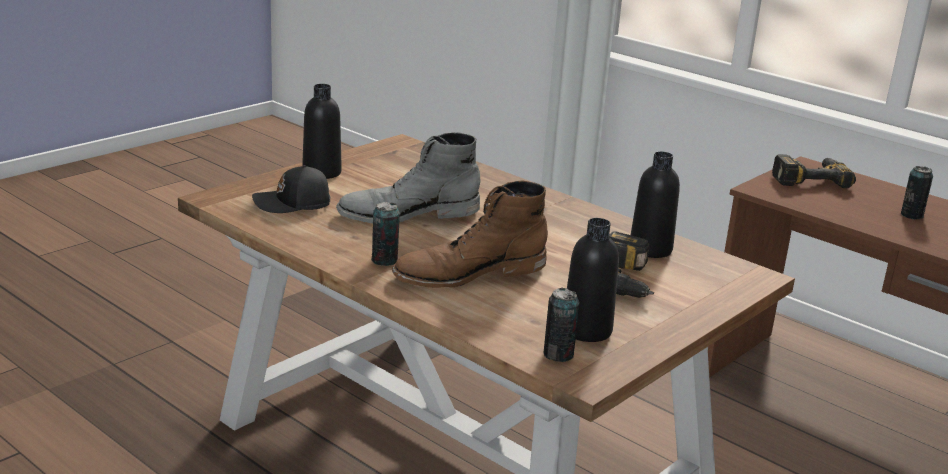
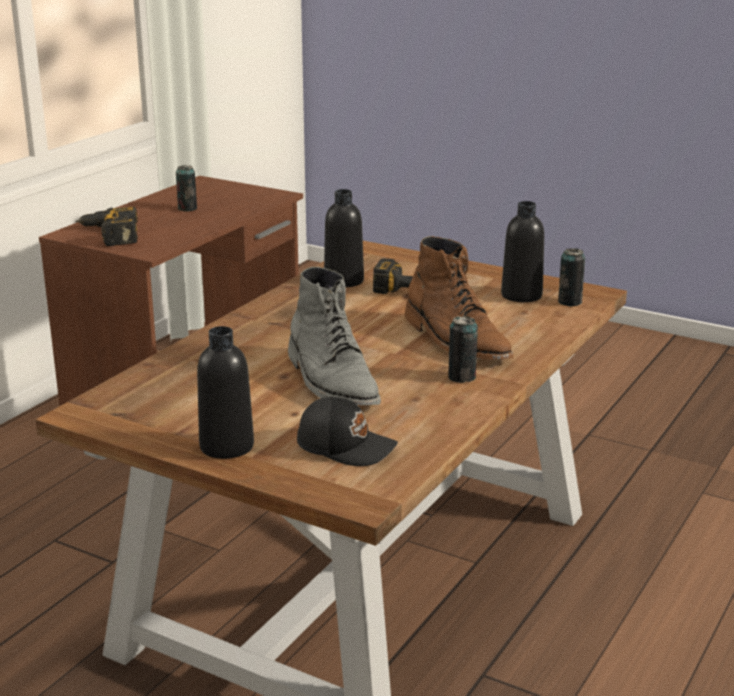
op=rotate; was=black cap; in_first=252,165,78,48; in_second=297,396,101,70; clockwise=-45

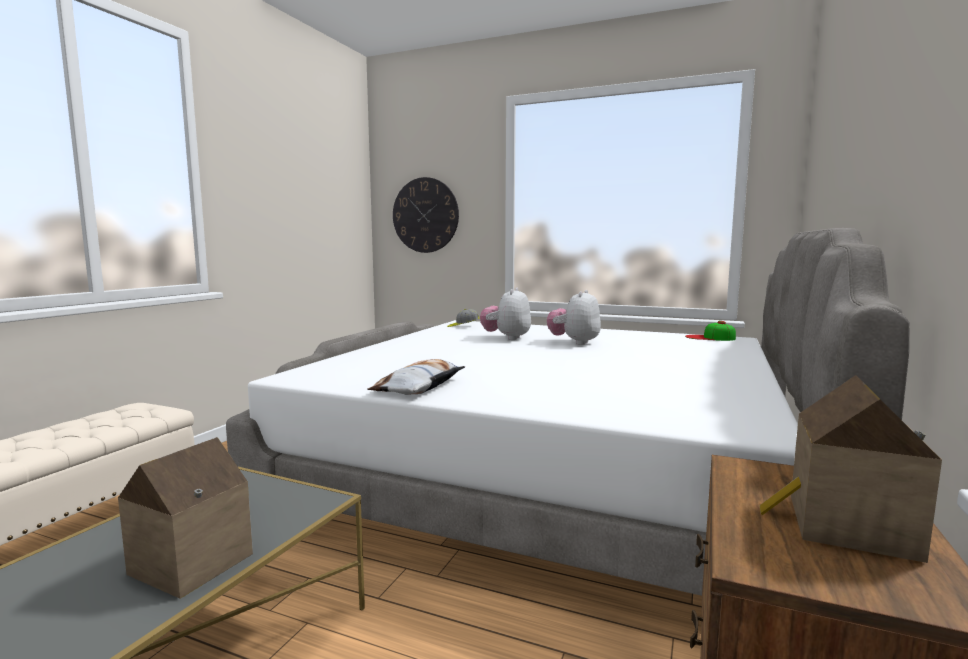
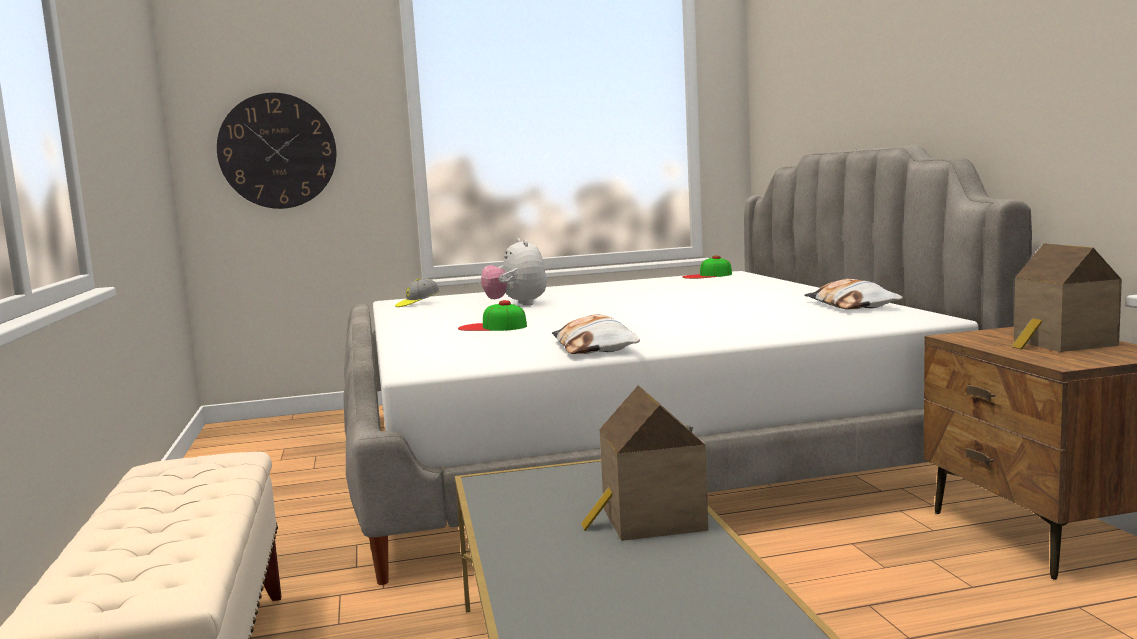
op=delete; was=plush toy; in_first=547,290,54,55
op=insert; now=cap; in_second=458,300,69,31
op=insert; now=pillow; in_second=804,279,99,31

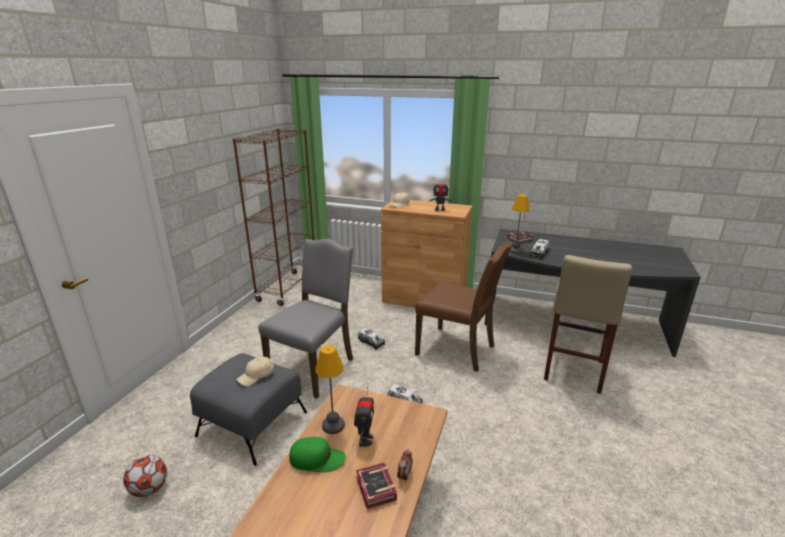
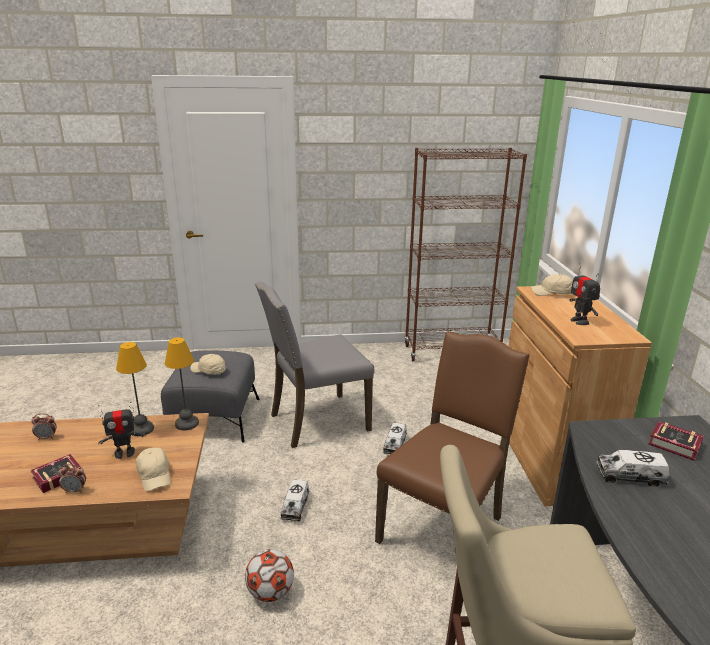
op=delete; was=green cap; in_first=290,437,56,35
op=insert; now=alarm clock; in_second=32,413,25,27
op=insert; now=beige cap; in_second=136,448,35,43
op=move; was=football; in_first=123,455,44,42; in_second=245,549,49,53
op=move; was=table lamp; in_first=510,194,20,60; in_second=165,337,34,94
op=rotate; was=grey chair; in_first=258,239,95,160; in_second=255,281,120,167; clockwise=150
op=rotate; was=brown chair; in_first=415,241,98,131; in_second=375,331,155,213; clockwise=-150

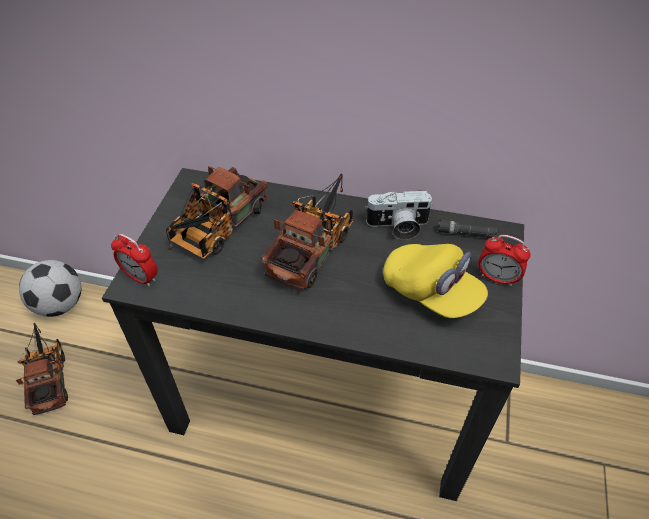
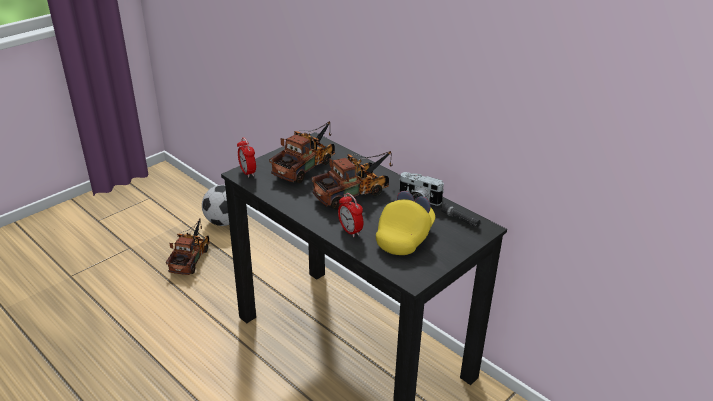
op=move; was=alarm clock; in_first=478,235,52,51; in_second=338,193,26,44
op=rotate; was=toy truck; in_first=166,166,102,92; in_second=269,121,66,62; clockwise=150
op=rotate; was=yellow cap; in_first=383,244,105,74; in_second=376,191,59,64; clockwise=-135

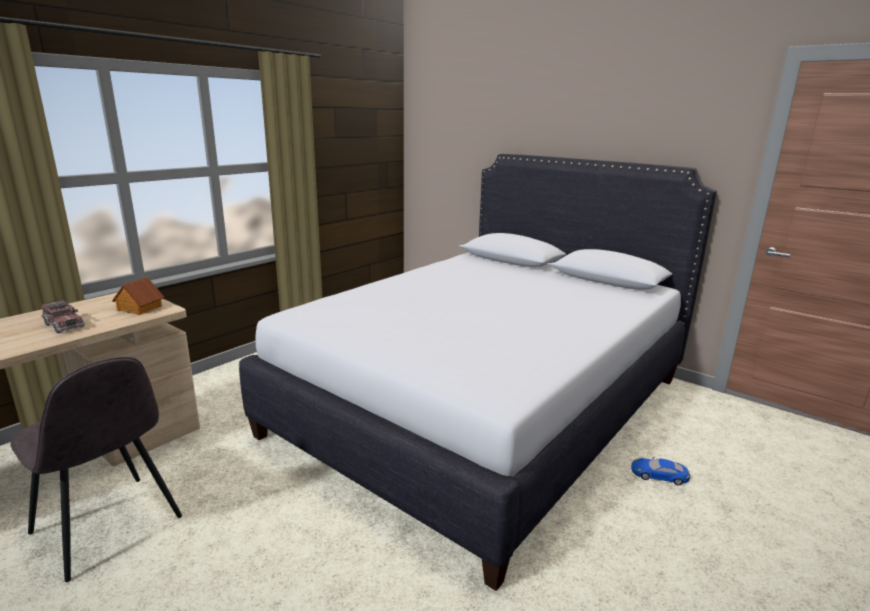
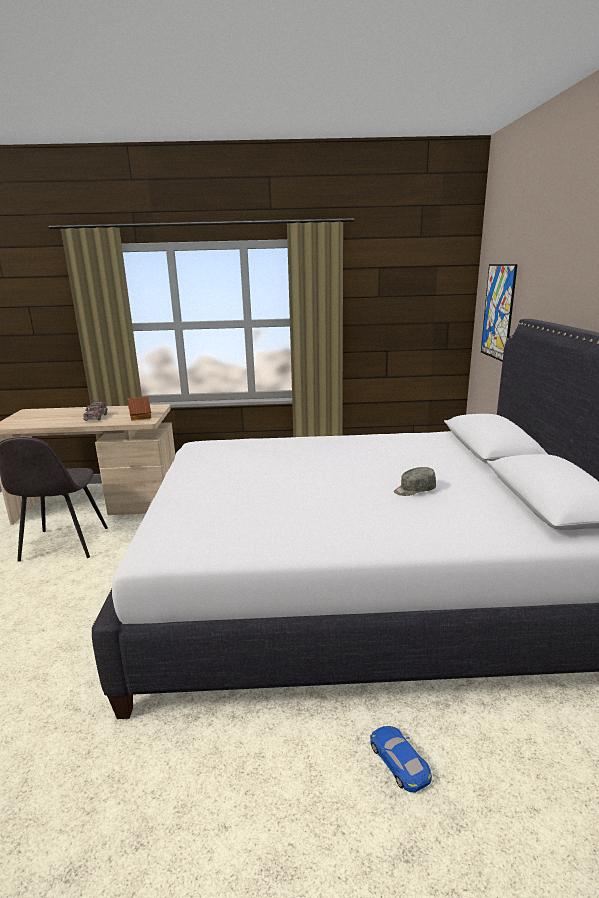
op=insert; now=grey cap; in_second=394,467,42,29
op=insert; now=picture; in_second=481,264,37,98

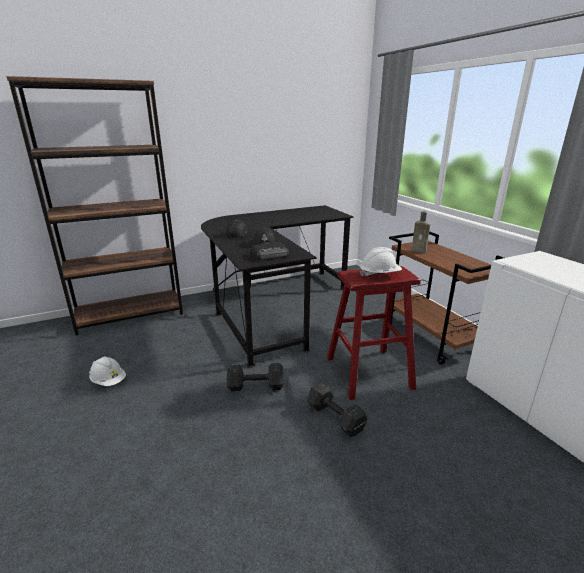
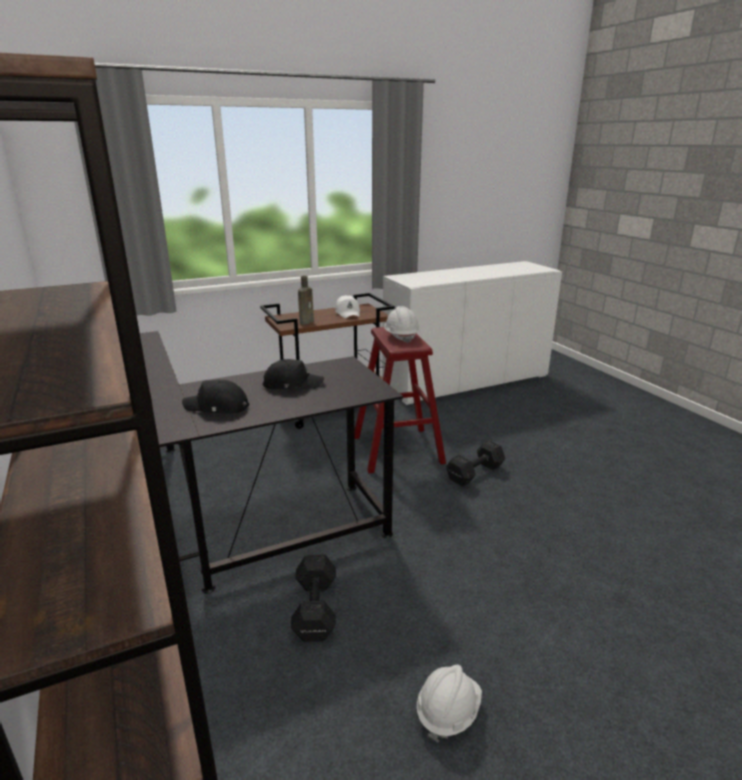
op=delete; was=radio; in_first=250,242,39,18
op=insert; now=white cap; in_second=335,295,25,23
op=move; was=black dumbbell; in_first=227,363,57,29; in_second=290,554,46,88

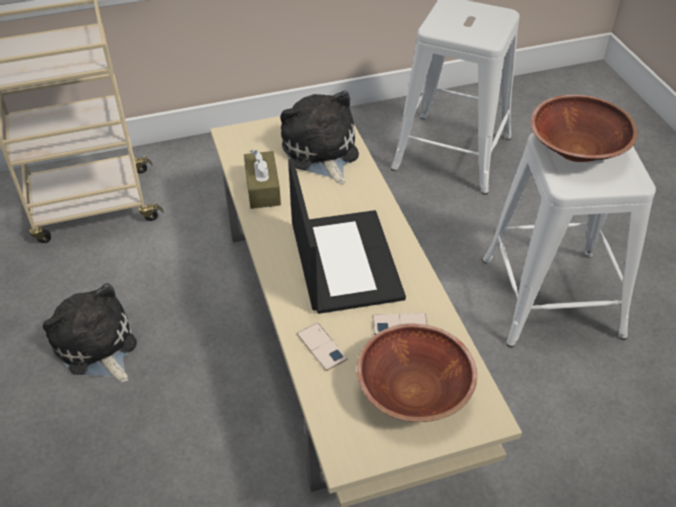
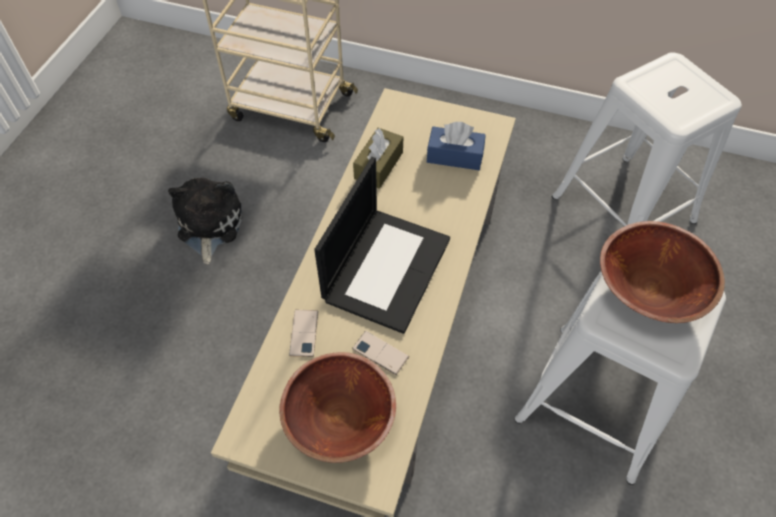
op=replace; was=plush toy; now=blue tissue box; in_first=280,91,79,93; in_second=427,122,59,48

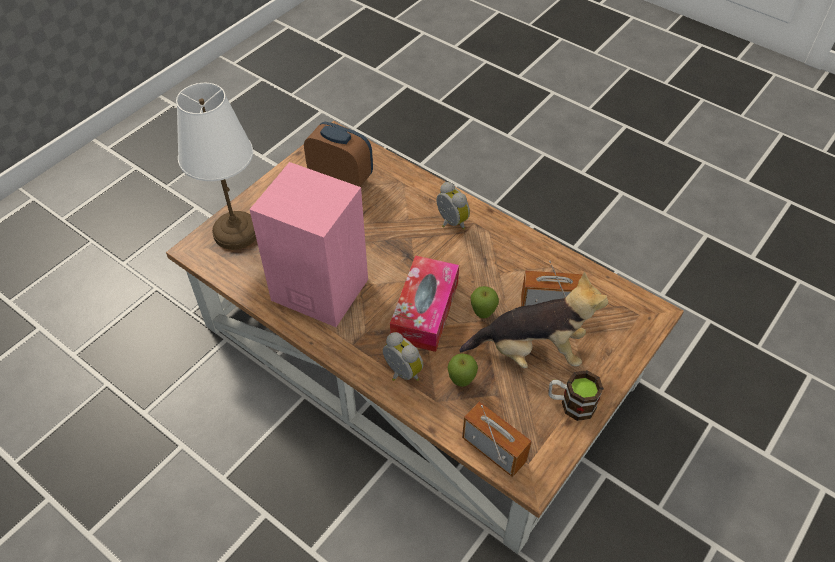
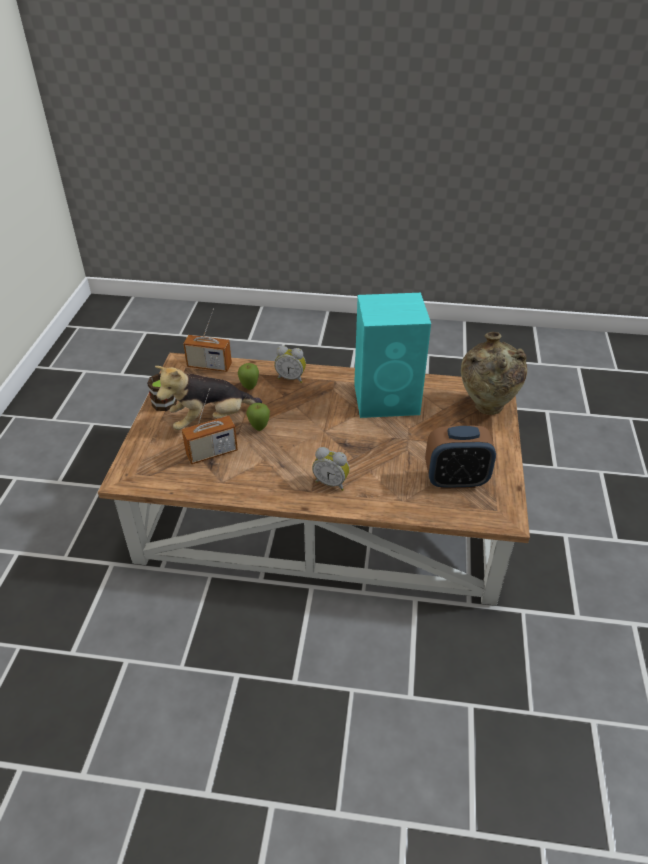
op=delete; was=tissue box; in_first=390,255,69,97
op=replace; was=white table lamp; now=beige vase; in_first=176,83,80,167; in_second=461,332,66,83
op=recolor; was=pink speaker; now=turquoise speaker; in_first=249,162,119,165; in_second=354,293,77,125

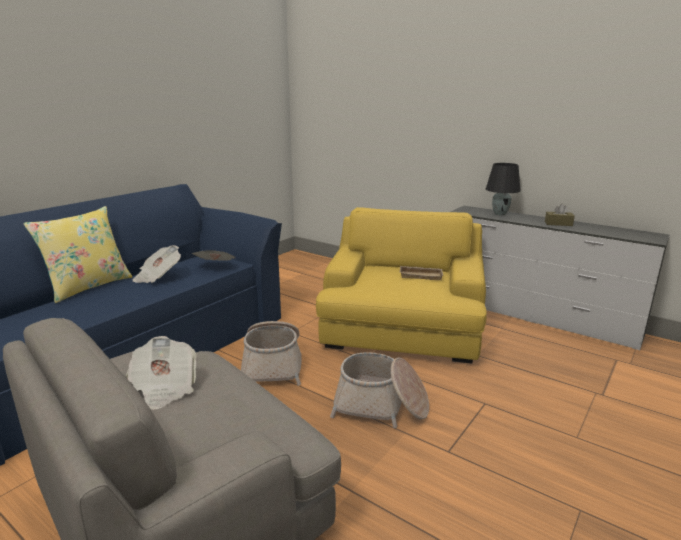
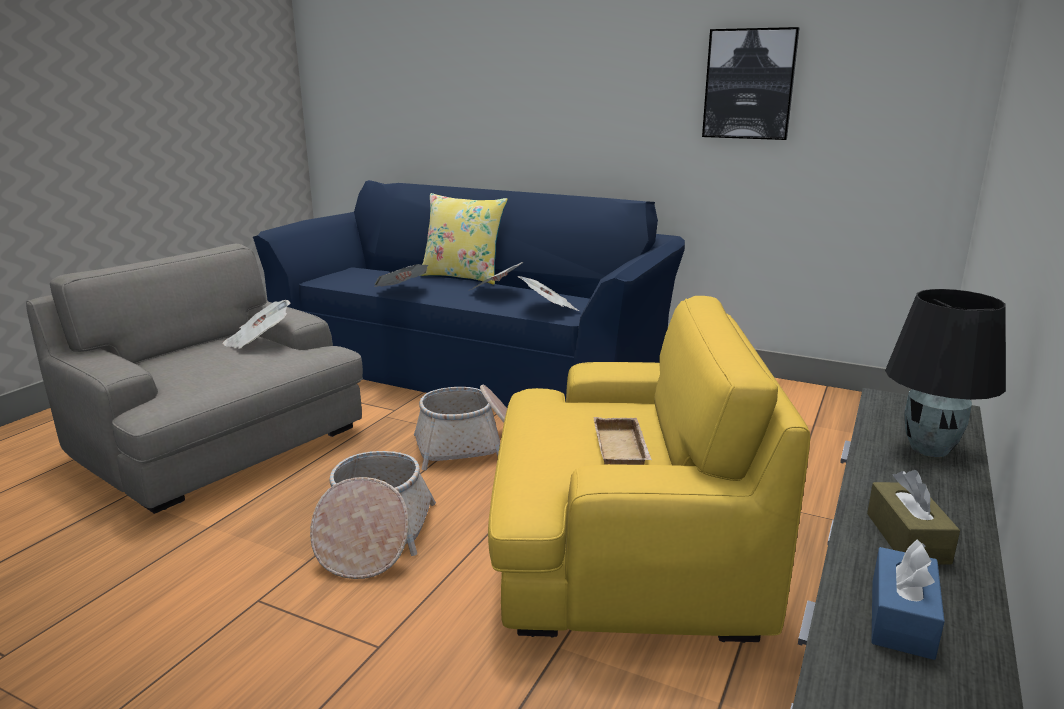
op=insert; now=newspaper; in_second=374,264,54,23
op=insert; now=picture; in_second=702,27,98,113
op=insert; now=blue tissue box; in_second=872,540,73,120

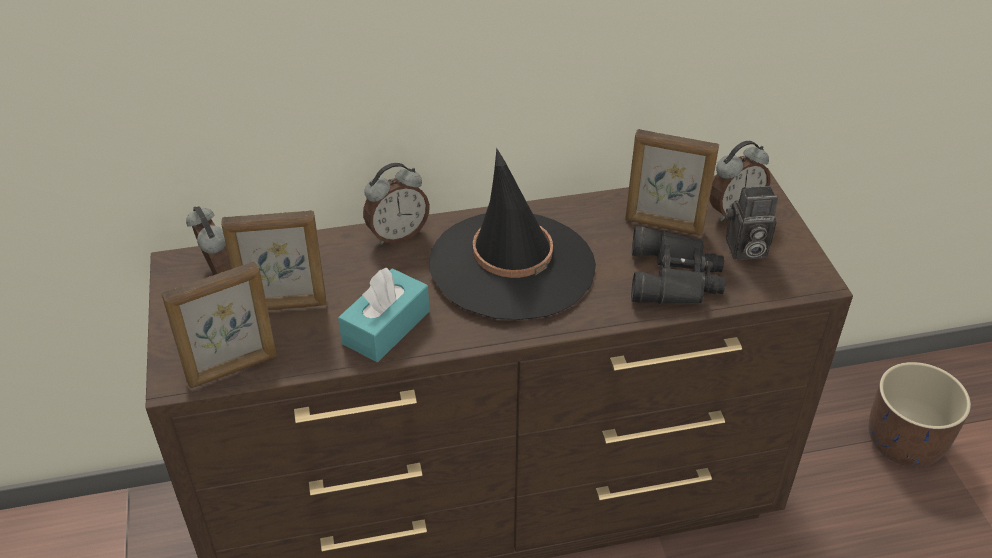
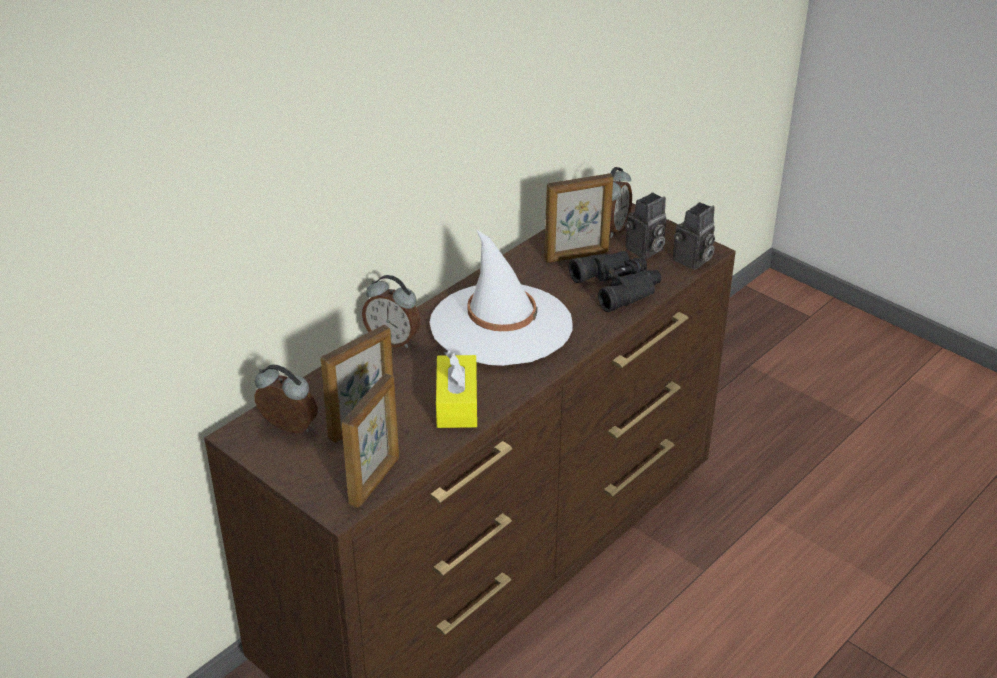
op=delete; was=brown planter; in_first=869,362,102,105
op=insert; now=photo camera; in_second=673,202,42,68
op=recolor; was=turquoise tissue box; now=yellow tissue box; in_first=338,268,91,94; in_second=436,351,41,77
op=recolor; was=black hat; now=white hat; in_first=429,148,167,173; in_second=429,229,144,137
op=rotate; was=alarm clock; in_first=363,163,67,82; in_second=362,275,58,73; clockwise=90

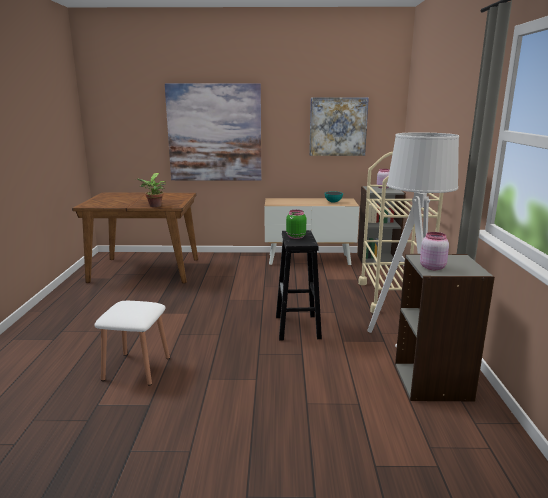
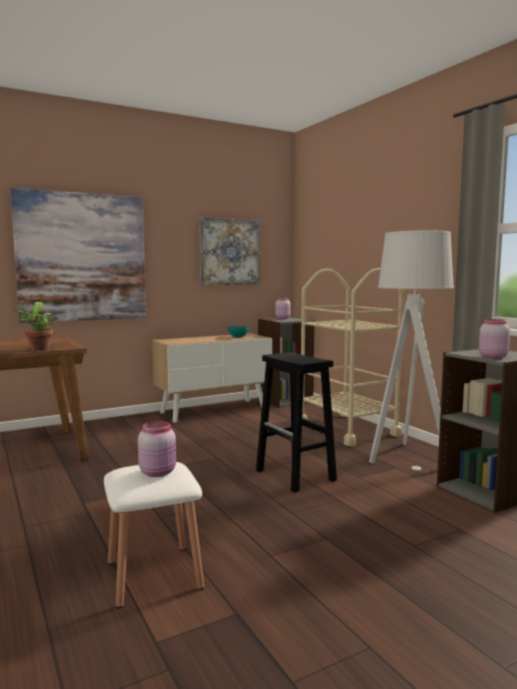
op=delete; was=green jar; in_first=286,210,20,29
op=insert; now=pink jar; in_second=138,421,38,56

